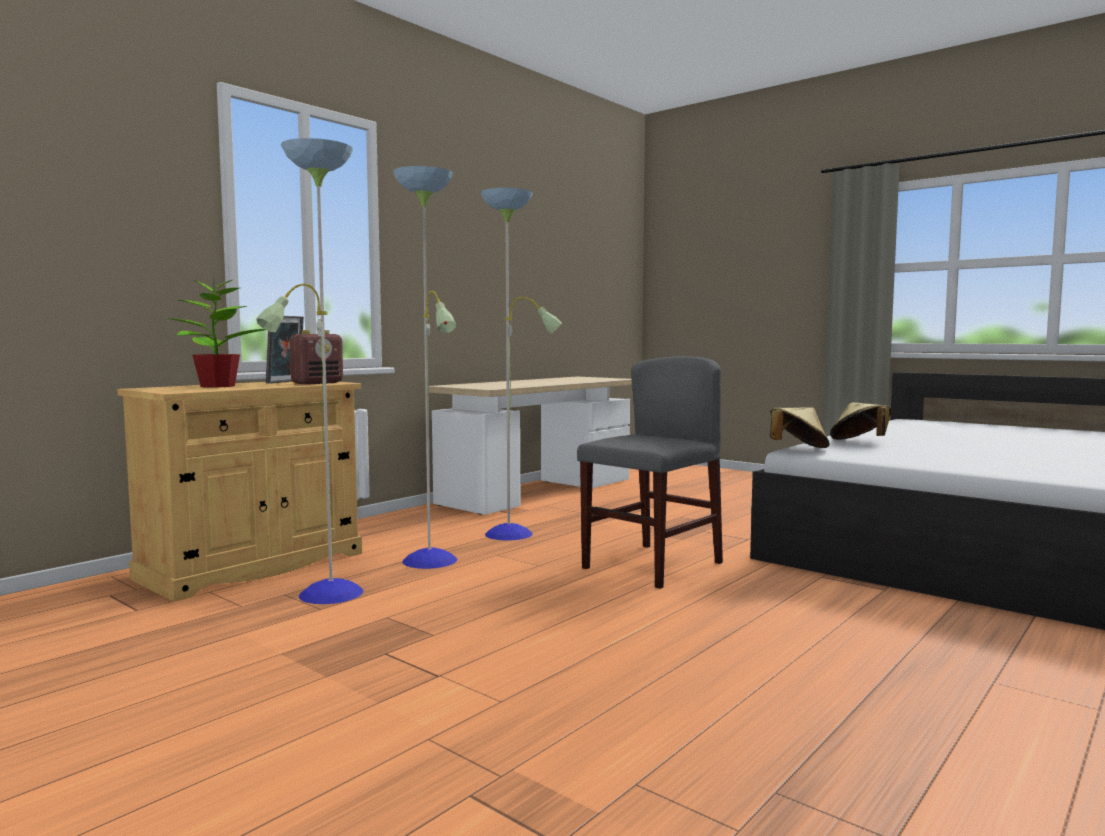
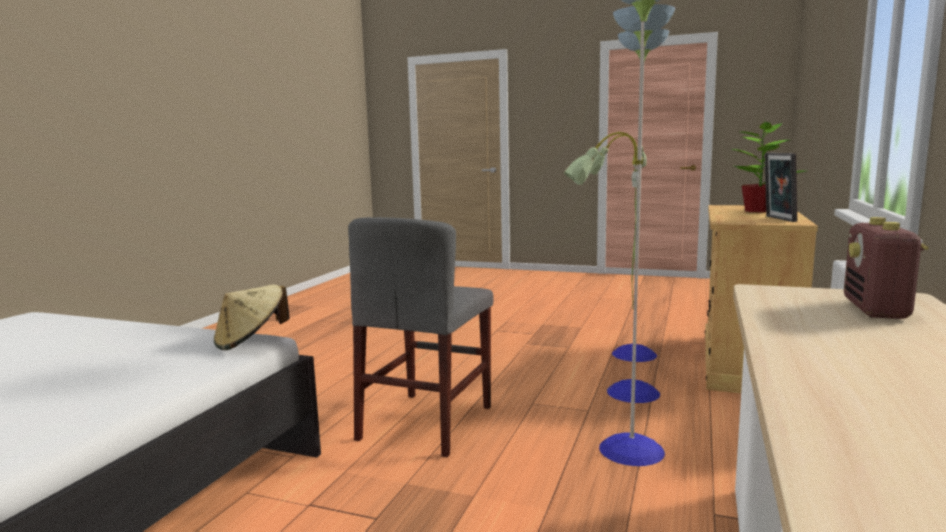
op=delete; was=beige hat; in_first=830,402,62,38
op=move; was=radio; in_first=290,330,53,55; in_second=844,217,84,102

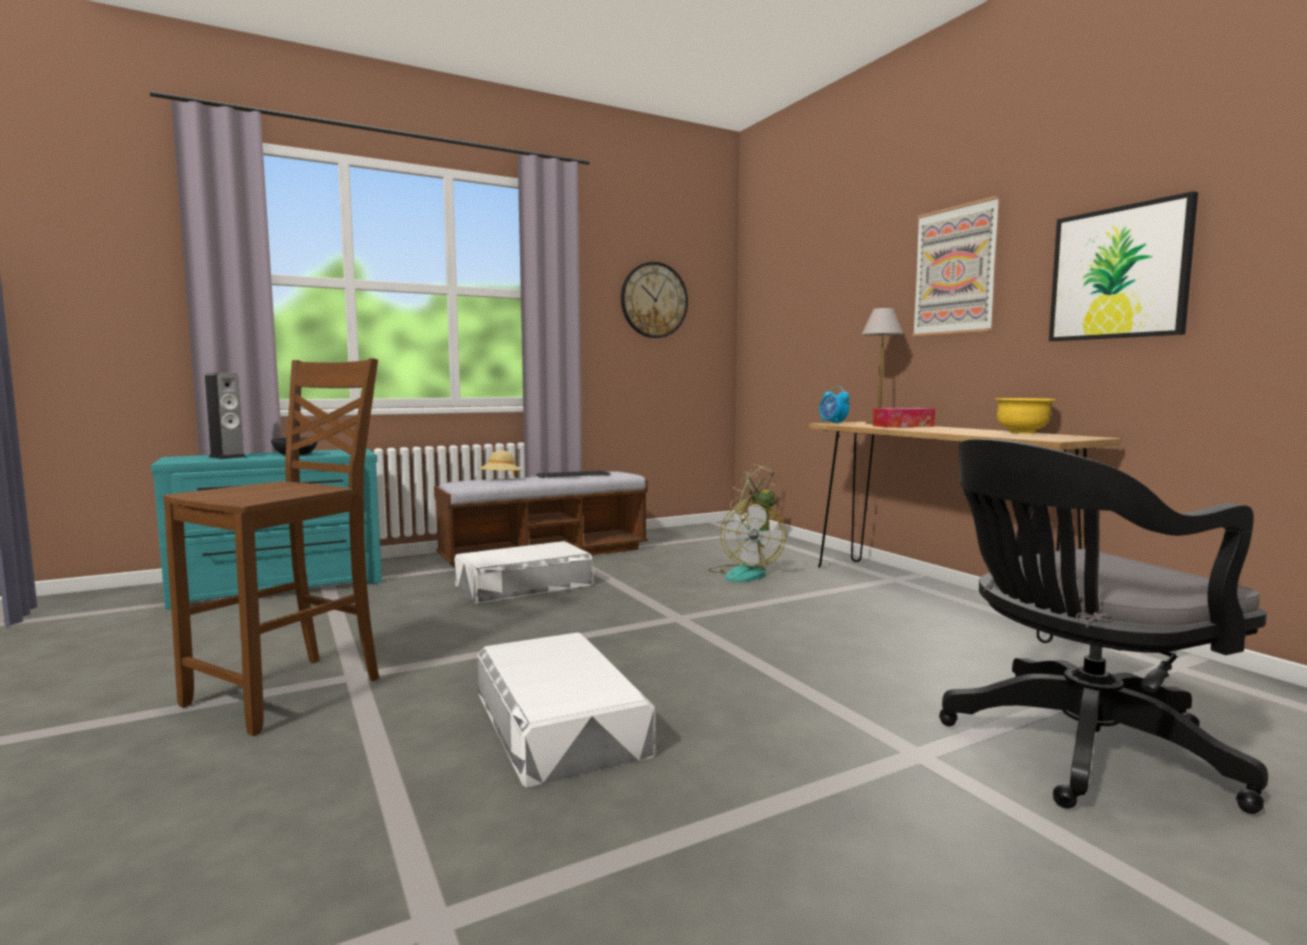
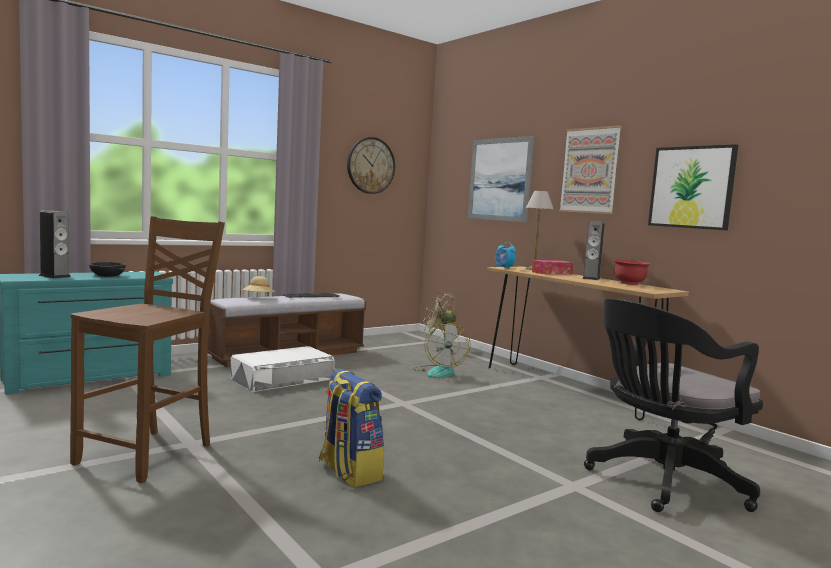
op=insert; now=picture; in_second=468,136,66,86
op=insert; now=speaker; in_second=582,221,23,59
op=replace; was=white storage box; now=backpack; in_first=477,632,178,155; in_second=319,369,65,118
op=recolor; was=yellow bowl; now=red bowl; in_first=995,398,60,36; in_second=614,260,37,25

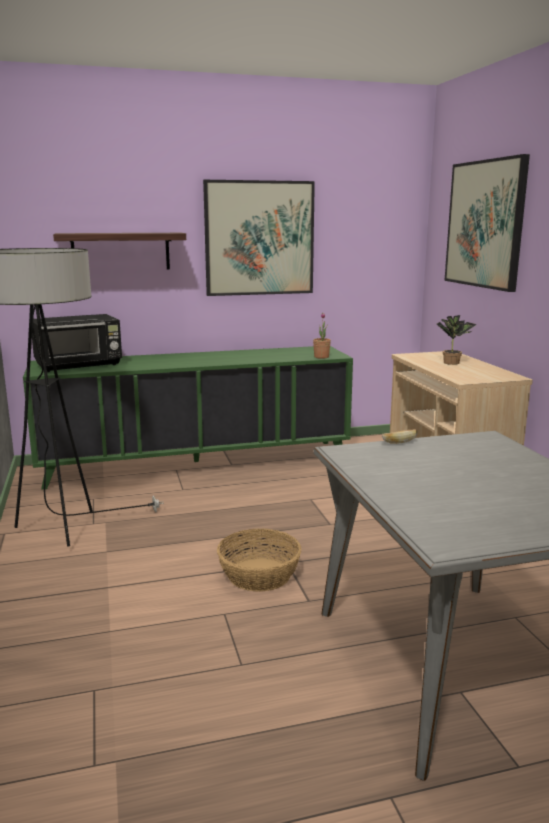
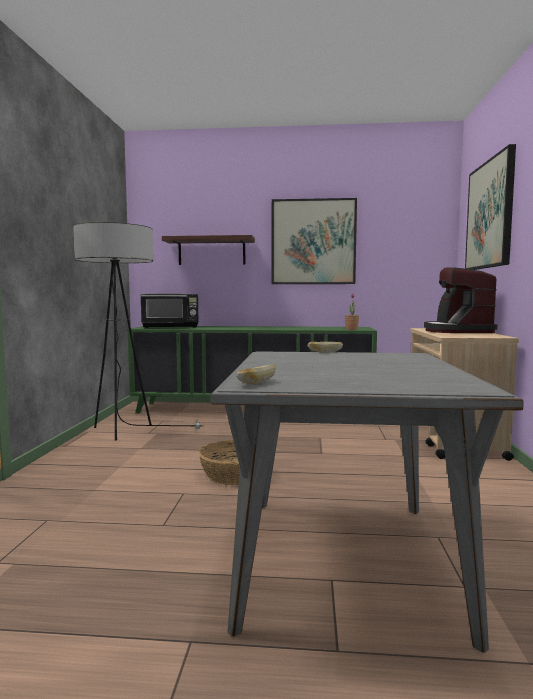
op=insert; now=bread; in_second=236,364,40,20
op=replace; was=potted plant; now=coffee machine; in_first=437,315,40,50; in_second=424,267,74,66

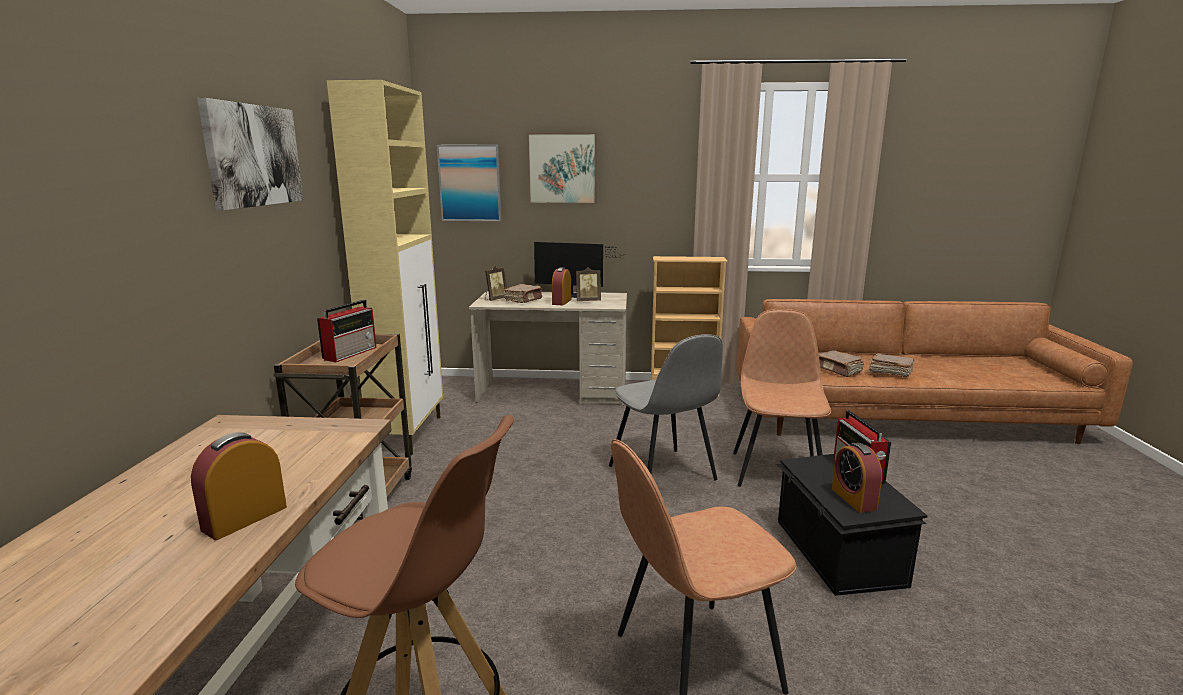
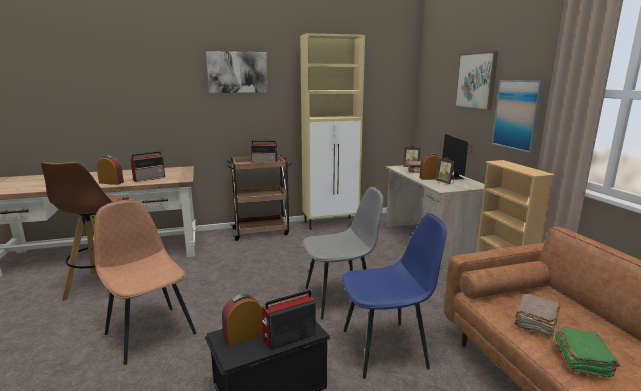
op=insert; now=radio; in_second=130,151,35,31
op=move; was=picture; in_first=437,145,64,76; in_second=492,80,52,73
op=recolor; was=brown chair; now=blue chair; in_first=733,309,98,178; in_second=342,213,104,166
op=recolor; was=brown book; now=green book; in_first=869,353,45,24; in_second=555,327,65,50
op=rotate; was=grey chair; in_first=609,334,114,146; in_second=302,187,82,133; clockwise=-150

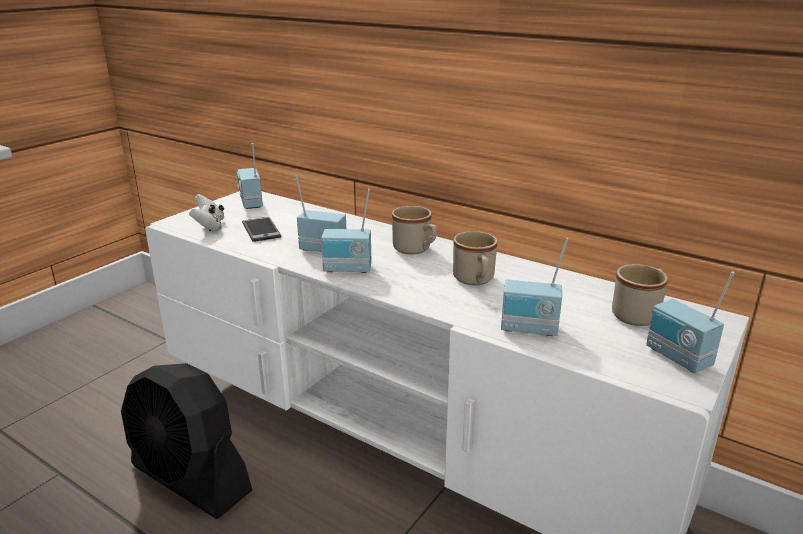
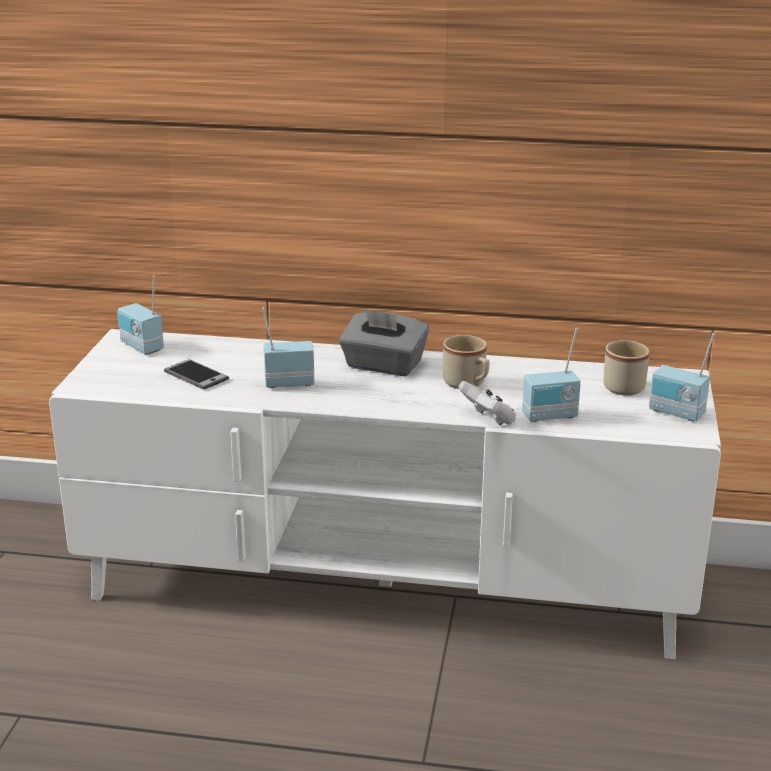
op=delete; was=black fan; in_first=121,363,131,156
op=delete; was=radio; in_first=321,189,50,84
op=move; was=white game controller; in_first=189,194,35,38; in_second=458,381,58,44
op=replace; was=beige mug; now=grey tissue box; in_first=392,206,45,49; in_second=339,309,90,67

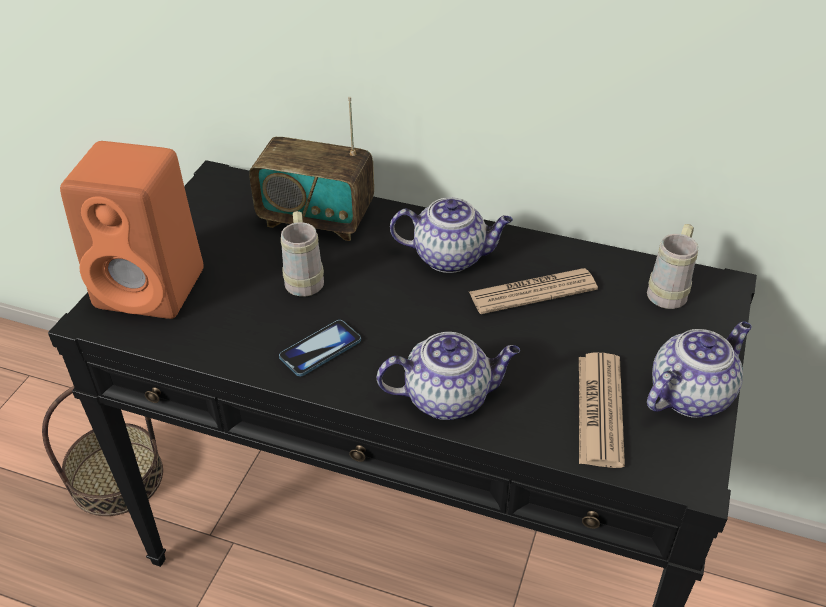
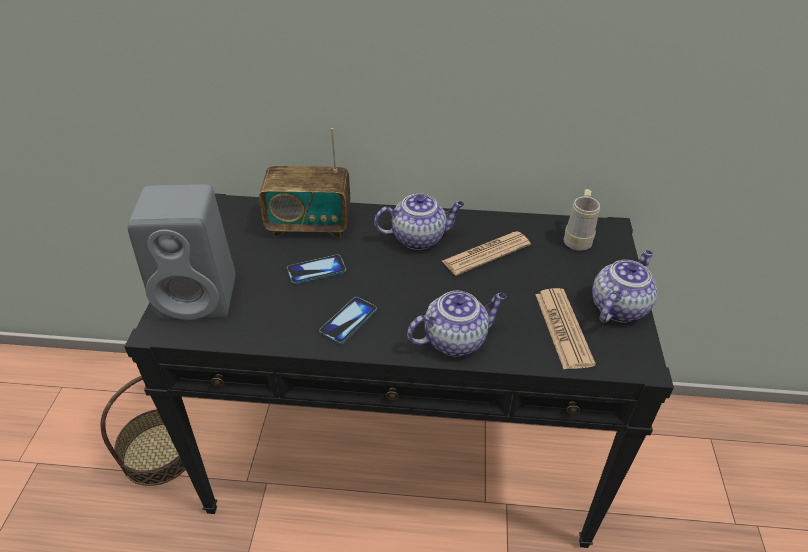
op=replace; was=beige mug; now=phone; in_first=281,211,43,86; in_second=287,255,59,29
op=recolor; was=orange speaker; now=grey speaker; in_first=60,141,143,178; in_second=127,184,109,136

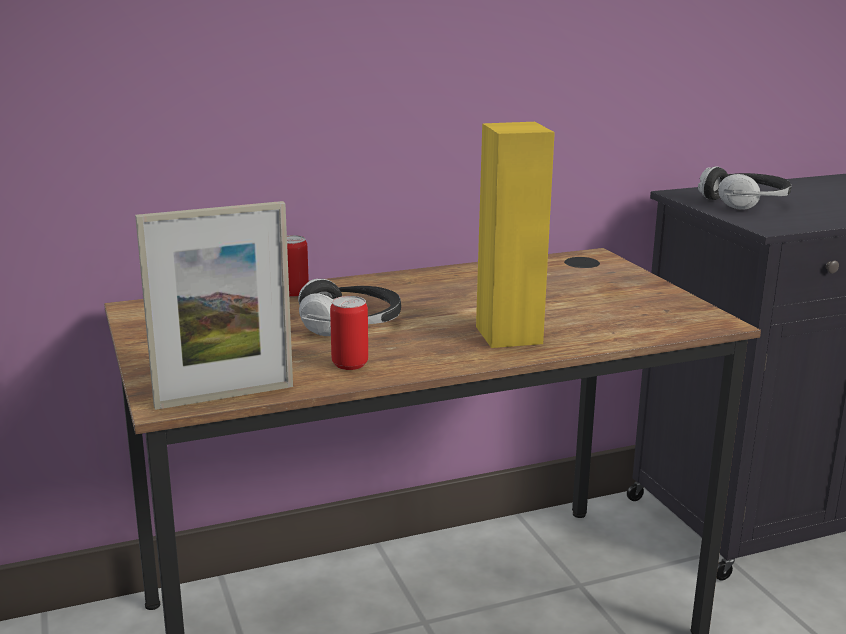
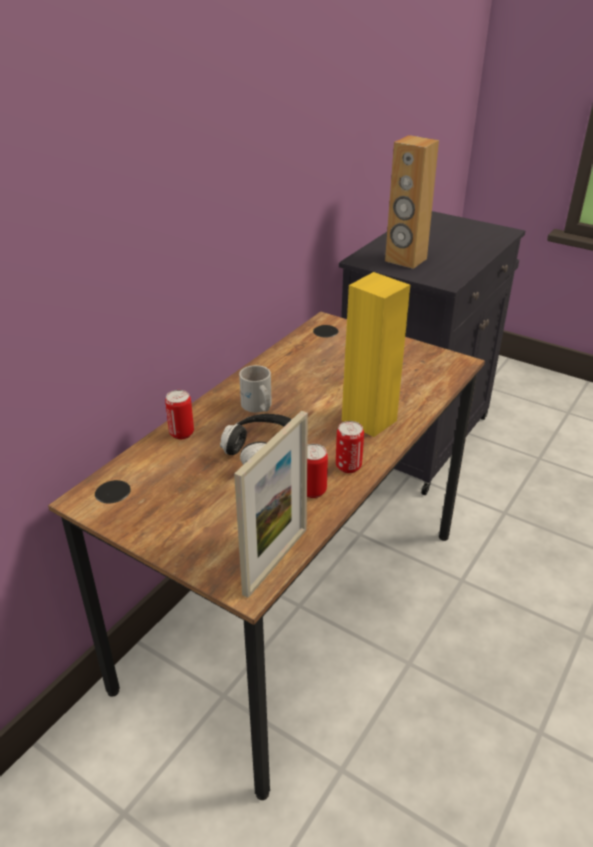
op=insert; now=white mug; in_second=239,365,33,47
op=insert; now=can; in_second=336,421,28,52
op=replace; was=headphones; now=brown speaker; in_first=698,166,93,44; in_second=385,135,54,134

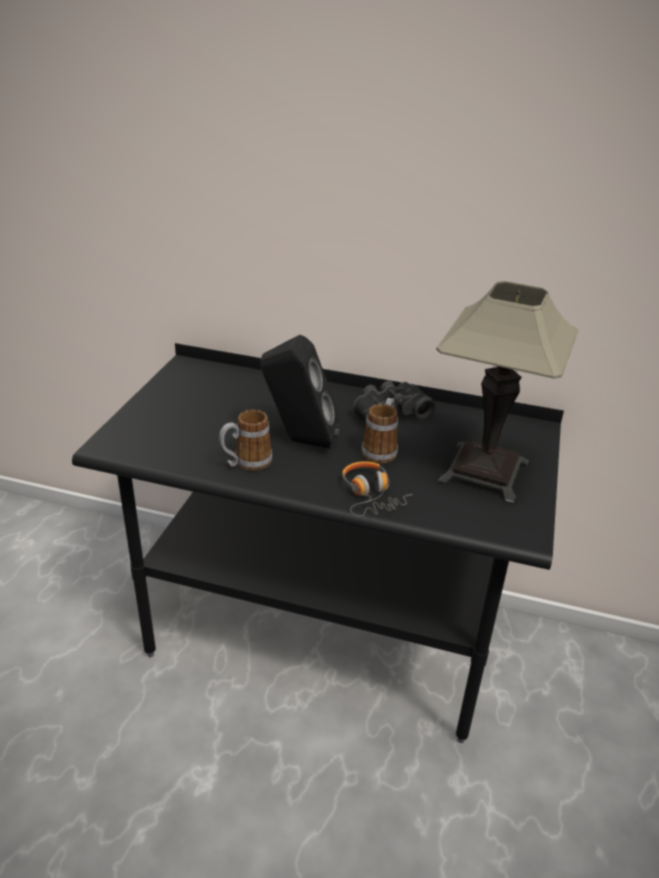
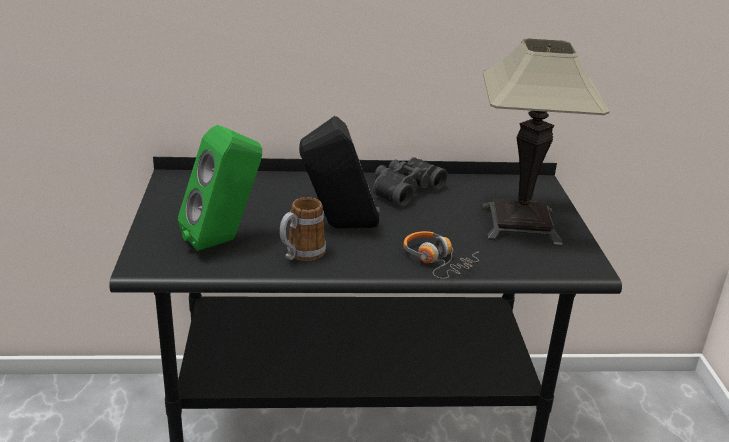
op=delete; was=mug; in_first=361,398,37,65
op=insert; now=green speaker; in_second=178,125,84,126

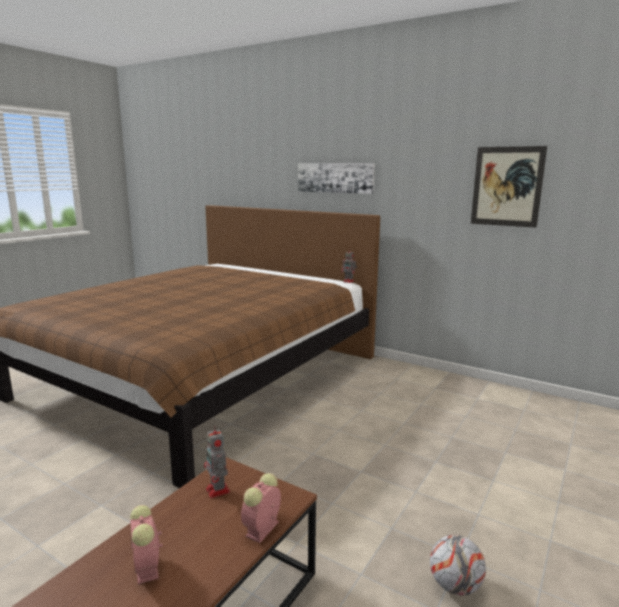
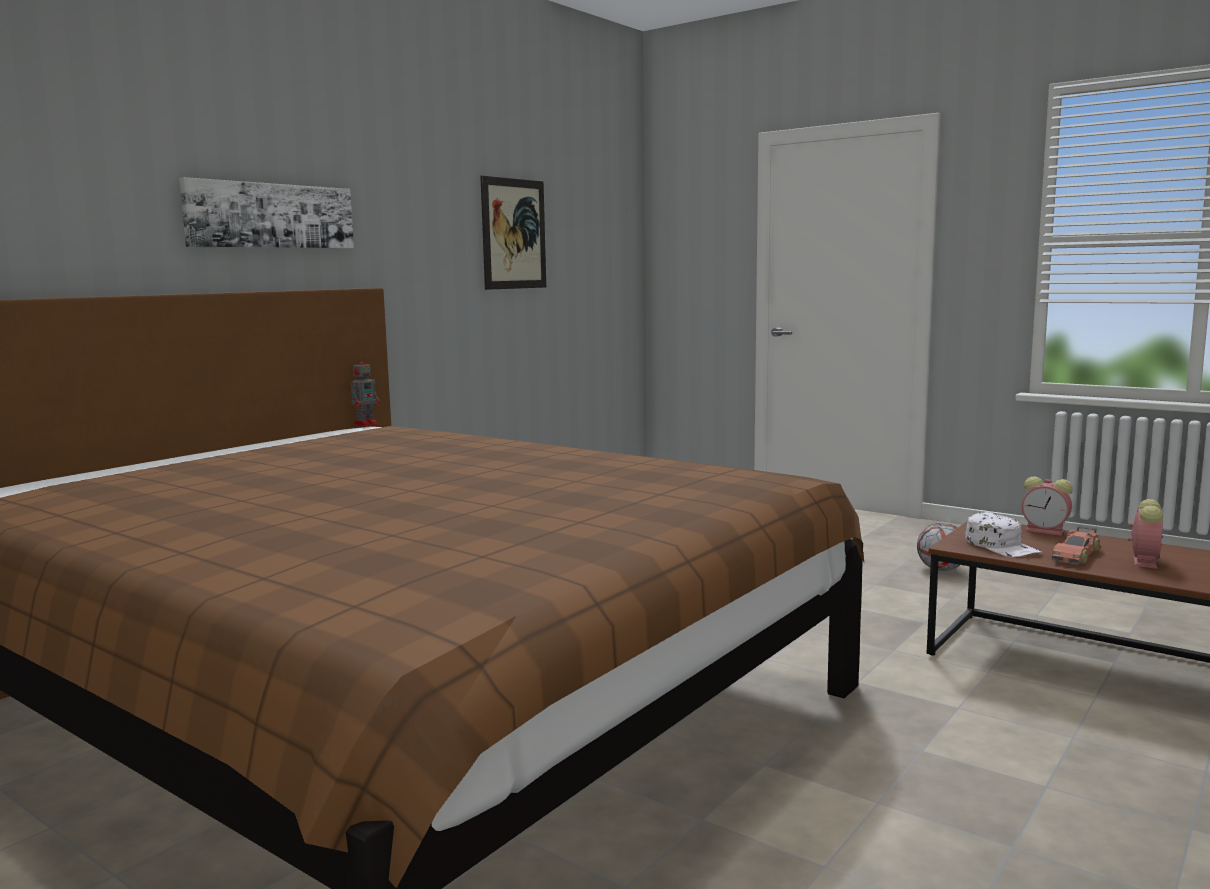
op=insert; now=toy car; in_second=1052,526,48,39
op=replace; was=toy robot; now=white cap; in_first=204,425,26,73; in_second=965,512,78,45
op=rotate; was=alarm clock; in_first=130,505,33,80; in_second=1128,499,35,70; clockwise=-45

